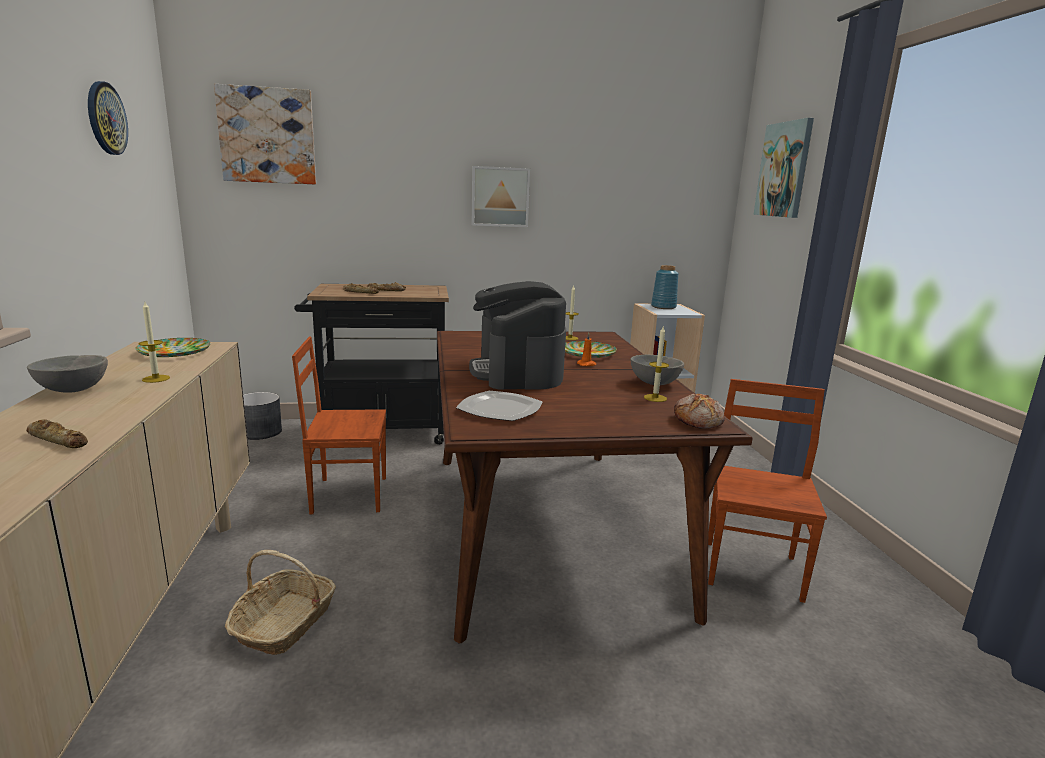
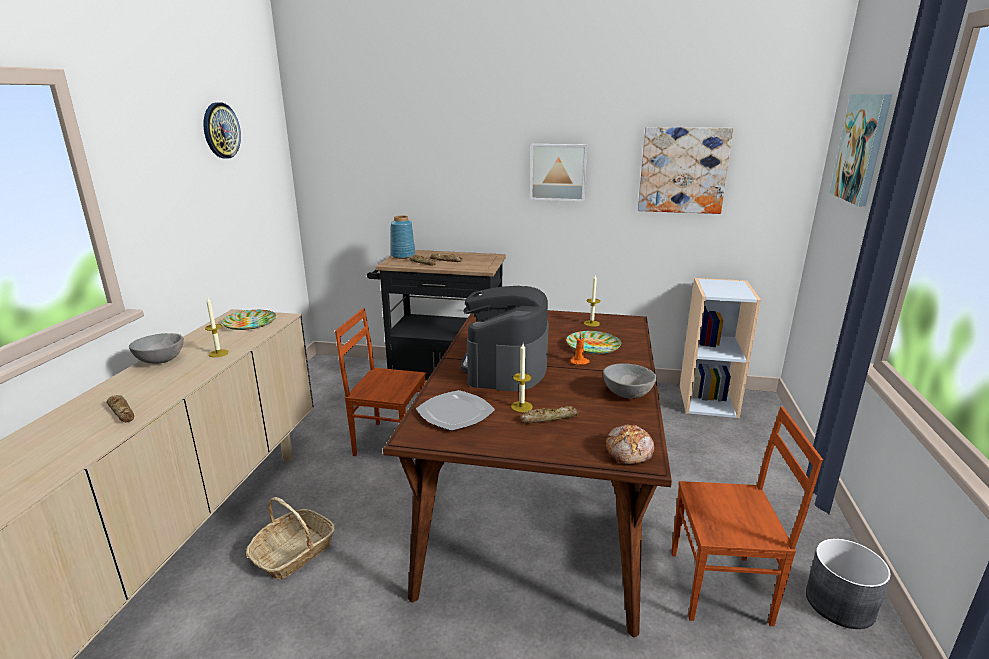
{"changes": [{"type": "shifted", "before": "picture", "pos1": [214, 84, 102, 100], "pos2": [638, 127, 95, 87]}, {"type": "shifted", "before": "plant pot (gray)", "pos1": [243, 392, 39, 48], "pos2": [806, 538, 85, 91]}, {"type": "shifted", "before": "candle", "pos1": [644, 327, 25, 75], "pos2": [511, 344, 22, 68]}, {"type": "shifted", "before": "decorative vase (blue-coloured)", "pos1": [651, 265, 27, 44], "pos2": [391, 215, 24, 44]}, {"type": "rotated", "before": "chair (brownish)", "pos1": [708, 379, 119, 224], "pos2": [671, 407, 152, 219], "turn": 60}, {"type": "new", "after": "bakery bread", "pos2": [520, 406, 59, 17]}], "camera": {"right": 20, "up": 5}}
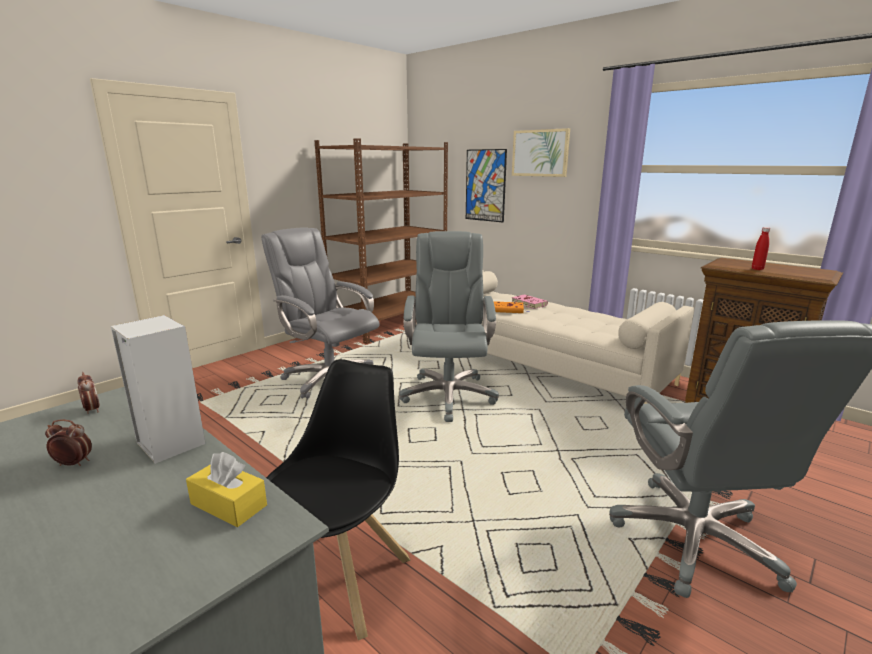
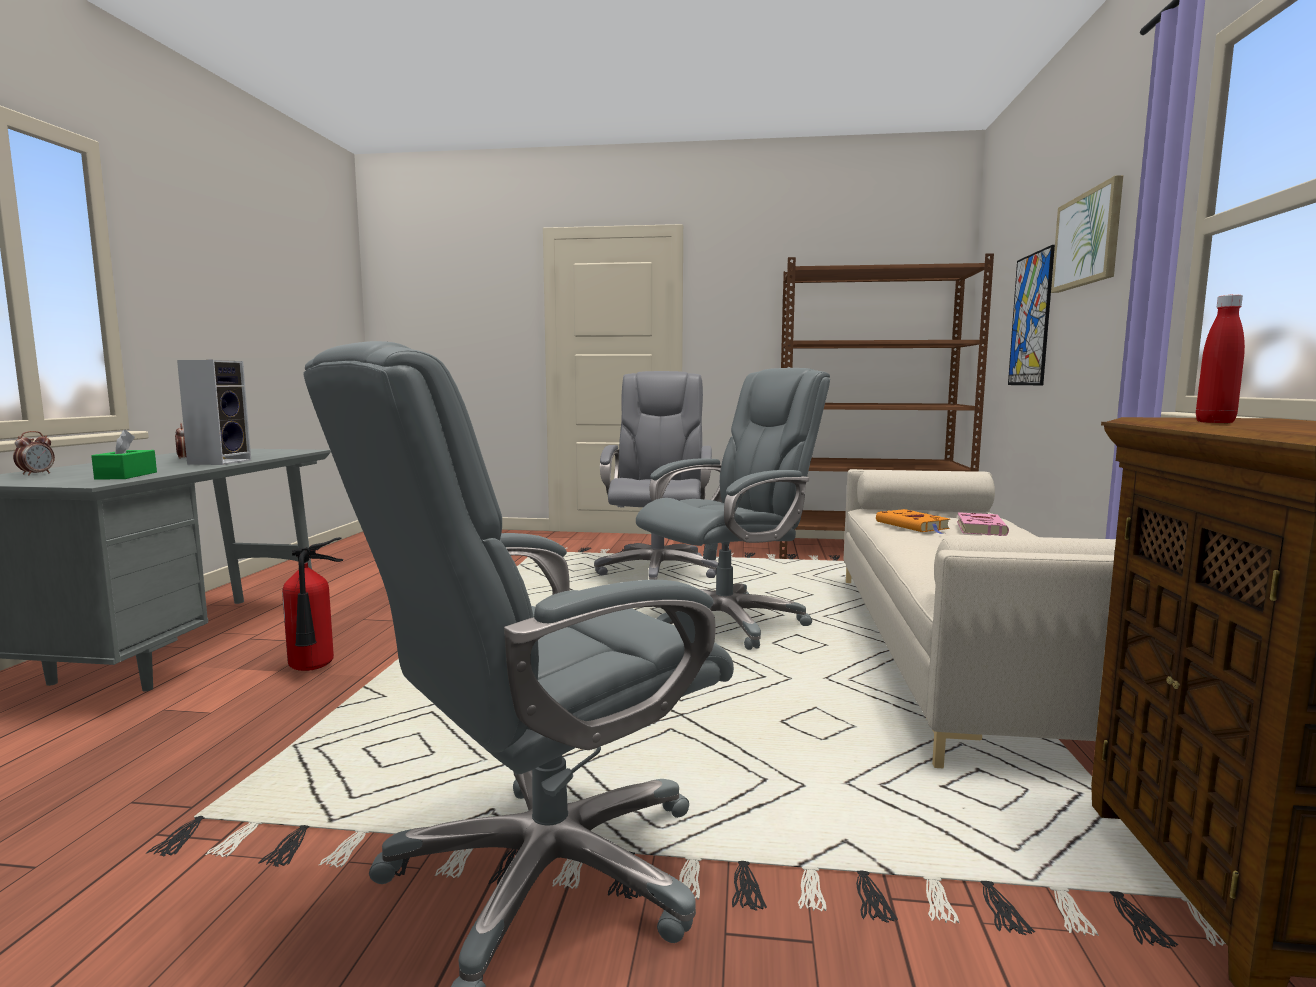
{"changes": [{"type": "shifted", "before": "alarm clock", "pos1": [77, 372, 23, 42], "pos2": [13, 431, 42, 44]}, {"type": "repainted", "before": "tissue holder (yellow-coloured)", "after": "tissue holder (green)", "pos1": [186, 452, 81, 75], "pos2": [91, 430, 66, 50]}, {"type": "swapped", "before": "chair (black-coloured)", "after": "fire extinguisher", "pos1": [266, 359, 145, 281], "pos2": [282, 537, 61, 134]}], "camera": {"right": 55, "up": -10}}
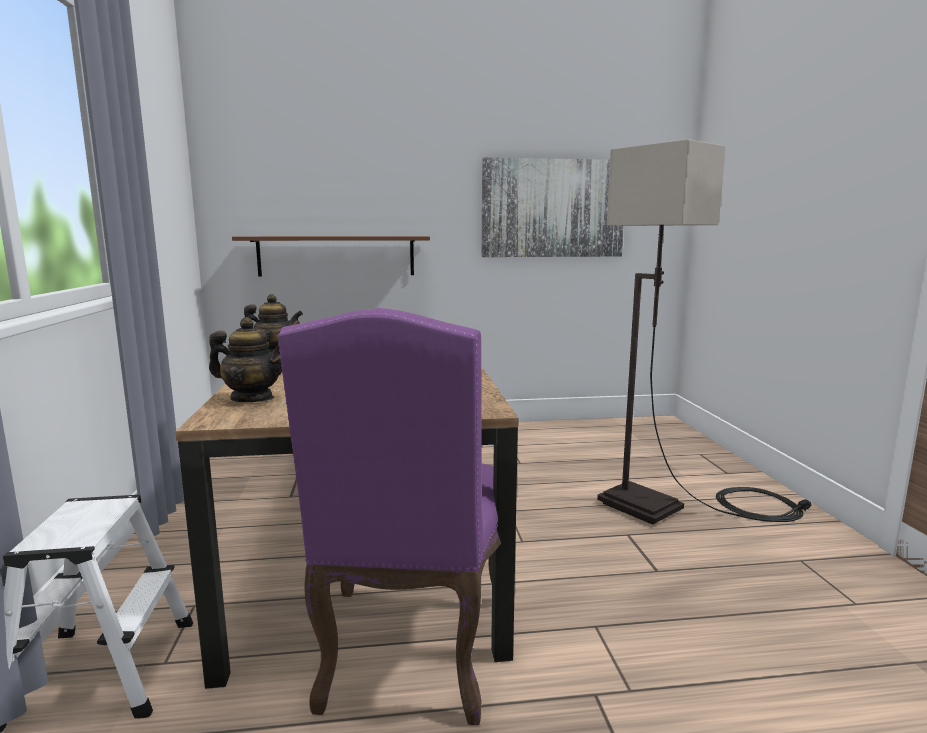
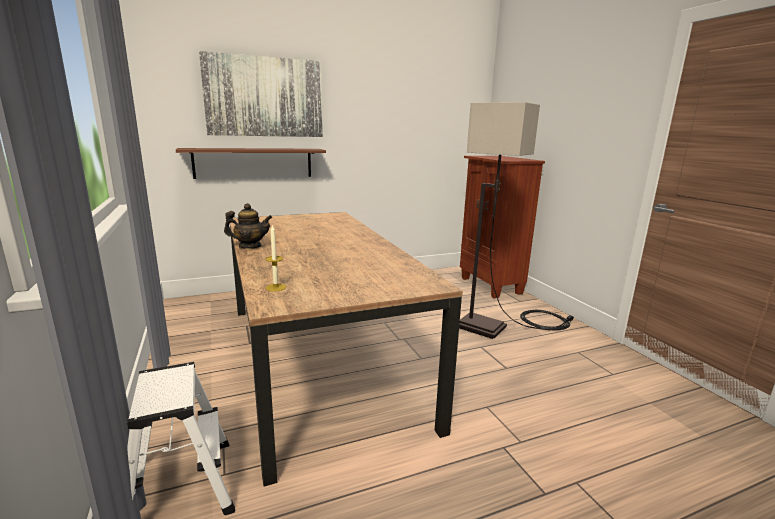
{"changes": [{"type": "swapped", "before": "pot for tea", "after": "candle", "pos1": [209, 317, 73, 85], "pos2": [265, 225, 21, 67]}, {"type": "gone", "before": "chair (purple-coloured)", "pos1": [277, 308, 224, 417]}, {"type": "shifted", "before": "picture", "pos1": [482, 158, 142, 99], "pos2": [199, 51, 124, 86]}, {"type": "new", "after": "storage cabinet (brownish)", "pos2": [460, 156, 85, 142]}], "camera": {"right": -15, "up": 5}}
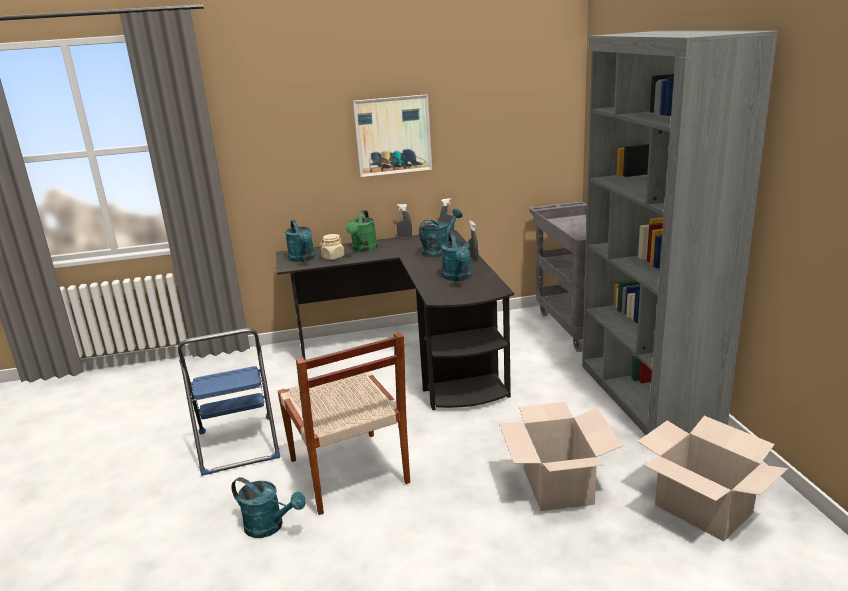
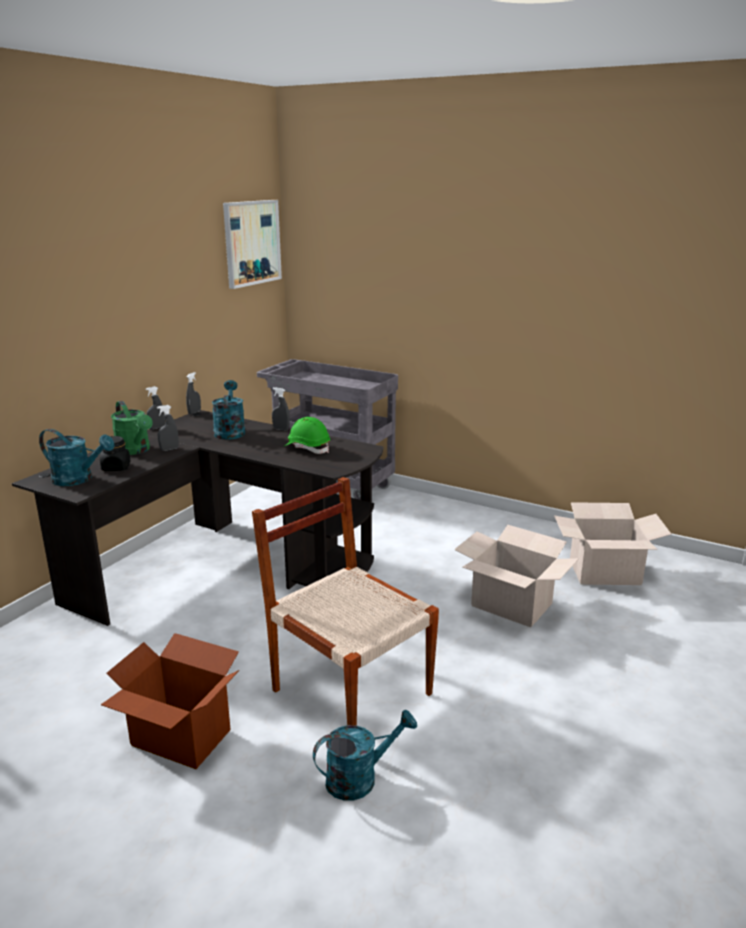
{"changes": [{"type": "swapped", "before": "stepladder (blue-coloured)", "after": "carton", "pos1": [178, 328, 102, 148], "pos2": [101, 633, 138, 136]}, {"type": "rotated", "before": "chair", "pos1": [278, 332, 132, 183], "pos2": [252, 477, 187, 249], "turn": -150}, {"type": "repainted", "before": "preserve jar (beige)", "after": "preserve jar (black-coloured)", "pos1": [320, 234, 25, 26], "pos2": [100, 436, 30, 35]}, {"type": "shifted", "before": "picture", "pos1": [353, 94, 79, 83], "pos2": [223, 200, 59, 89]}, {"type": "swapped", "before": "watering can (turquoise)", "after": "work helmet (green)", "pos1": [441, 233, 31, 48], "pos2": [285, 417, 45, 37]}, {"type": "gone", "before": "shelving unit (gray)", "pos1": [582, 31, 196, 404]}, {"type": "new", "after": "spray bottle (gray)", "pos2": [157, 405, 22, 46]}], "camera": {"right": -50, "up": 0}}
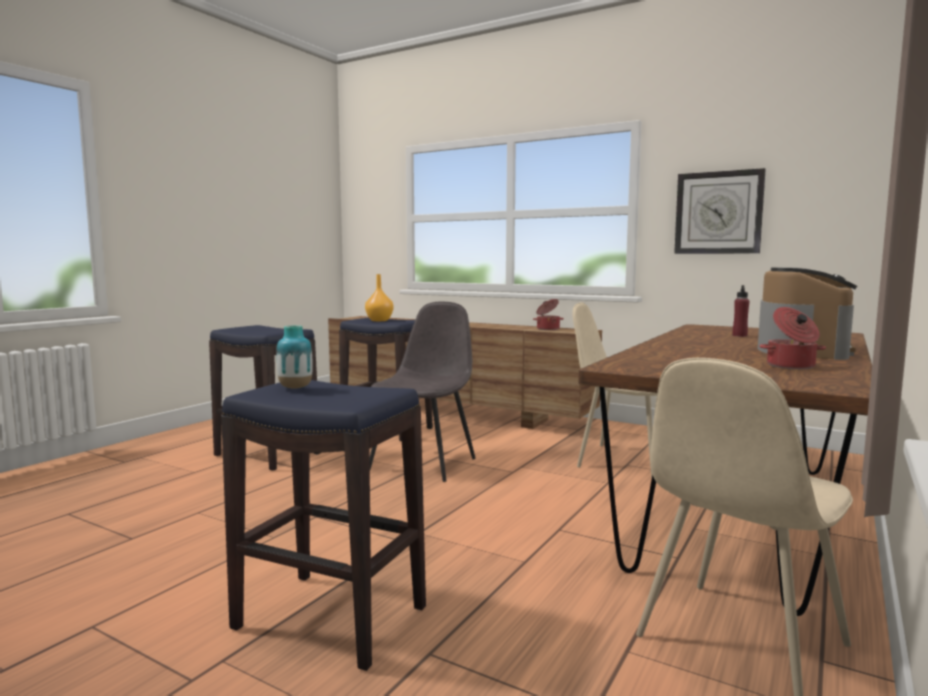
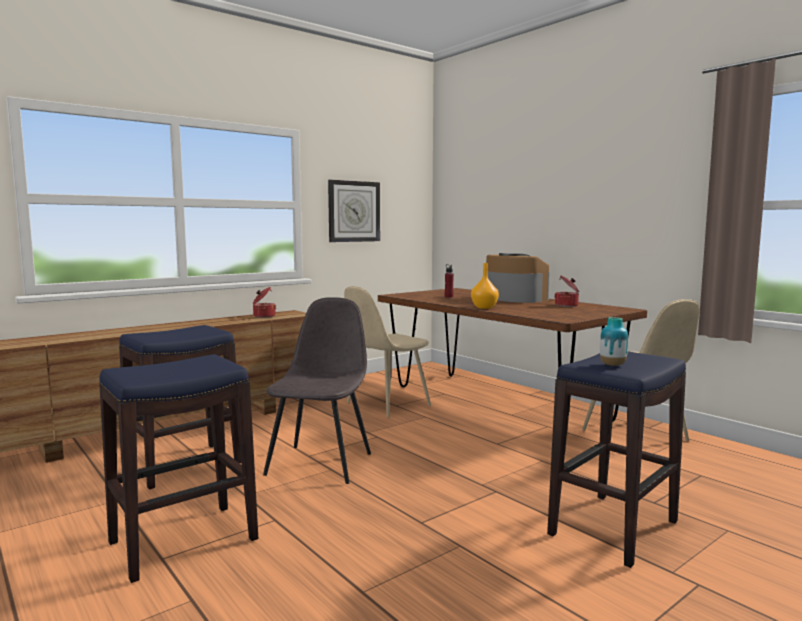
{"changes": [{"type": "shifted", "before": "decorative vase (orangey)", "pos1": [365, 274, 29, 47], "pos2": [471, 263, 28, 46]}, {"type": "rotated", "before": "chair (gray)", "pos1": [370, 302, 106, 180], "pos2": [263, 297, 108, 187], "turn": 60}], "camera": {"right": -70, "up": 0}}
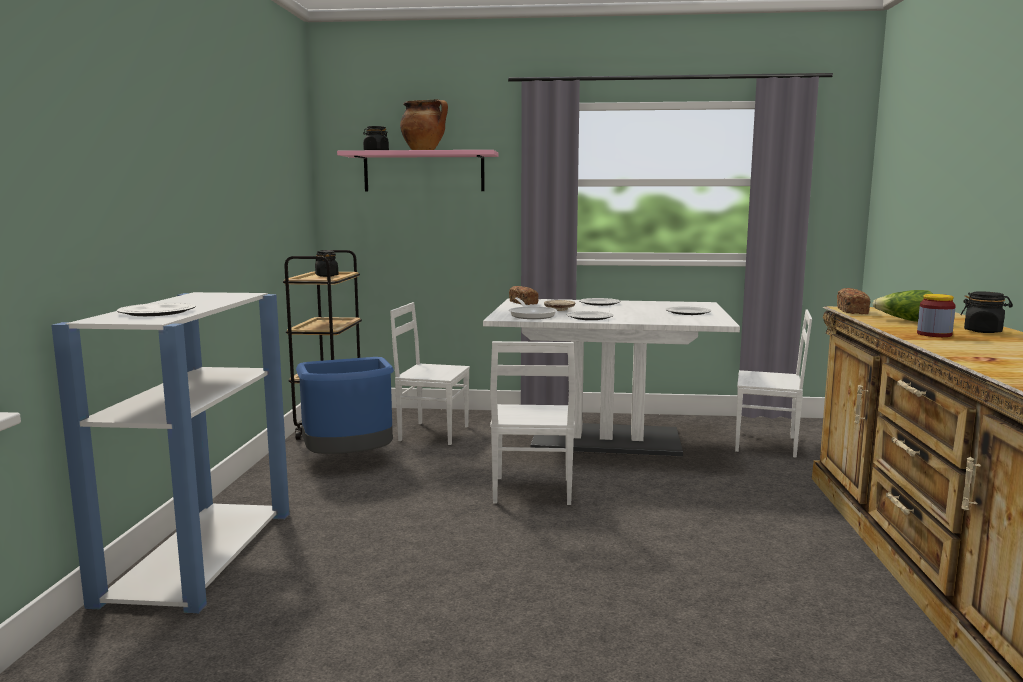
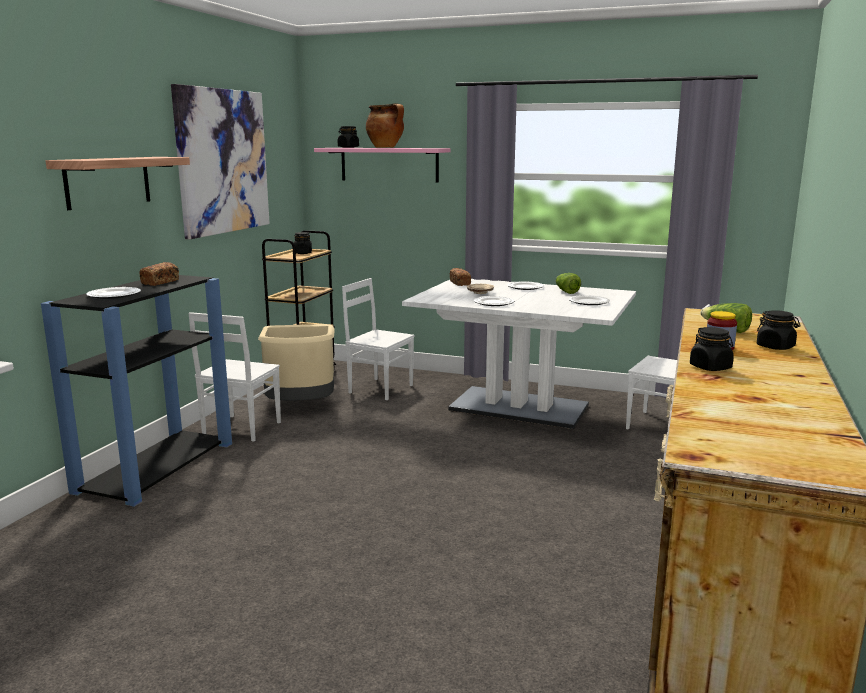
{"changes": [{"type": "repainted", "before": "shelving unit (whitish)", "after": "shelving unit (black-coloured)", "pos1": [51, 292, 239, 321], "pos2": [41, 275, 191, 232]}, {"type": "repainted", "before": "waste bin (blue-coloured)", "after": "waste bin (beige)", "pos1": [296, 357, 98, 97], "pos2": [258, 324, 77, 77]}, {"type": "shifted", "before": "chair (whitish)", "pos1": [490, 341, 86, 164], "pos2": [188, 312, 93, 129]}, {"type": "gone", "before": "frying pan", "pos1": [509, 297, 48, 22]}, {"type": "shifted", "before": "bakery bread", "pos1": [837, 288, 33, 26], "pos2": [139, 262, 40, 24]}, {"type": "new", "after": "bracket shelf", "pos2": [46, 157, 144, 53]}, {"type": "new", "after": "picture", "pos2": [171, 84, 99, 156]}, {"type": "new", "after": "lettuce", "pos2": [556, 273, 25, 21]}, {"type": "new", "after": "preserve jar (black-coloured)", "pos2": [690, 327, 44, 44]}], "camera": {"right": 15, "up": 5}}
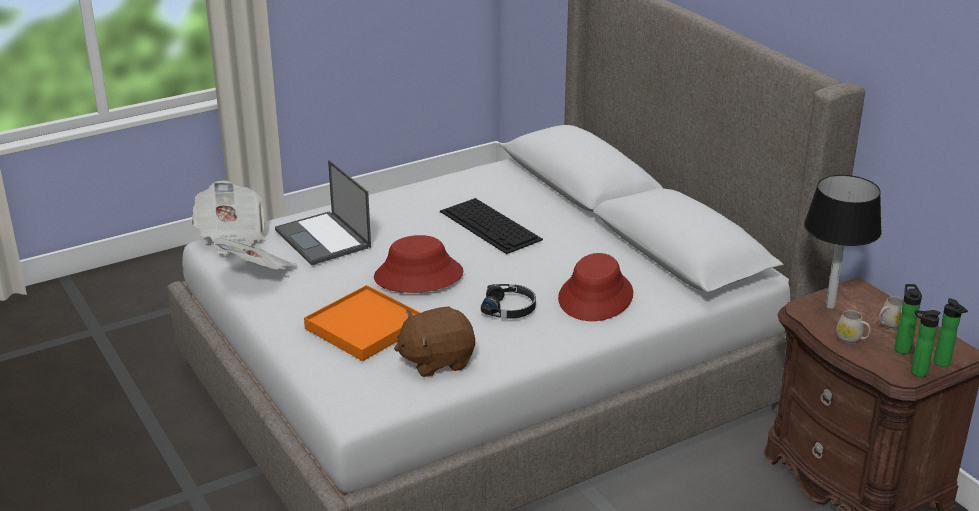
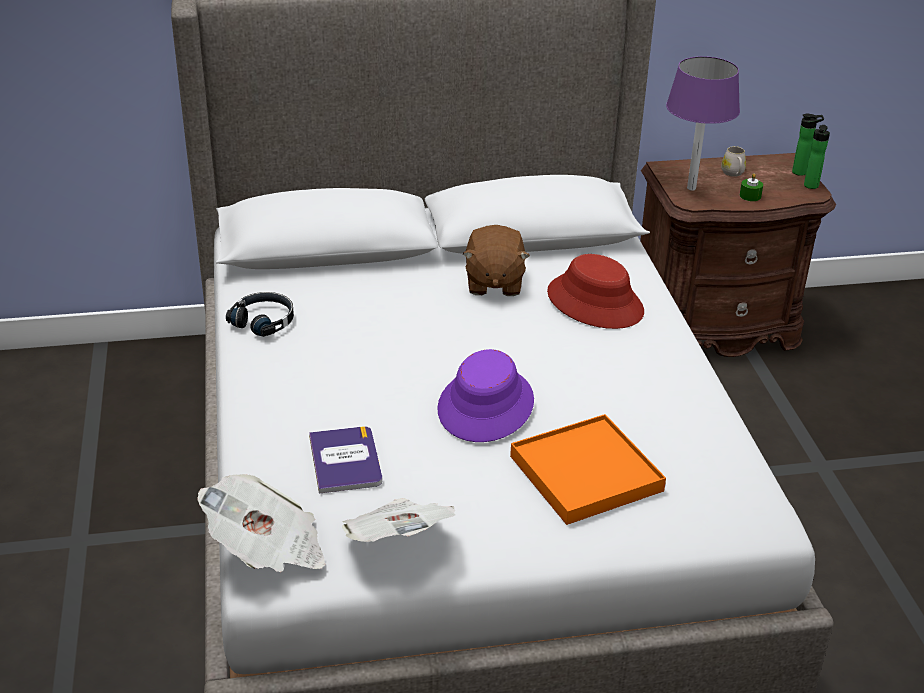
{"changes": [{"type": "swapped", "before": "notebook computer", "after": "book", "pos1": [275, 160, 96, 105], "pos2": [309, 426, 73, 68]}, {"type": "repainted", "before": "clothing hat (red)", "after": "clothing hat (purple-coloured)", "pos1": [374, 235, 90, 58], "pos2": [437, 349, 97, 93]}, {"type": "shifted", "before": "cuddly toy (brownish)", "pos1": [394, 306, 81, 71], "pos2": [463, 225, 67, 71]}, {"type": "gone", "before": "computer keyboard", "pos1": [440, 198, 103, 56]}, {"type": "shifted", "before": "headset (black-coloured)", "pos1": [481, 284, 55, 35], "pos2": [226, 292, 68, 45]}, {"type": "repainted", "before": "tabletop lamp (black-coloured)", "after": "tabletop lamp (purple-coloured)", "pos1": [804, 175, 78, 134], "pos2": [666, 56, 74, 135]}, {"type": "swapped", "before": "mug (whitish)", "after": "candle (green)", "pos1": [836, 310, 35, 34], "pos2": [740, 173, 23, 28]}, {"type": "gone", "before": "bottle", "pos1": [894, 284, 28, 70]}], "camera": {"right": -70, "up": 5}}
